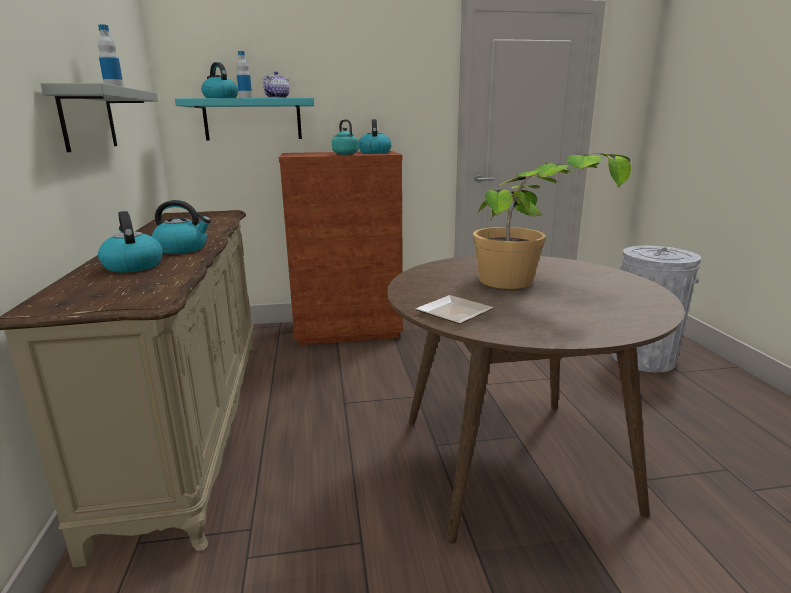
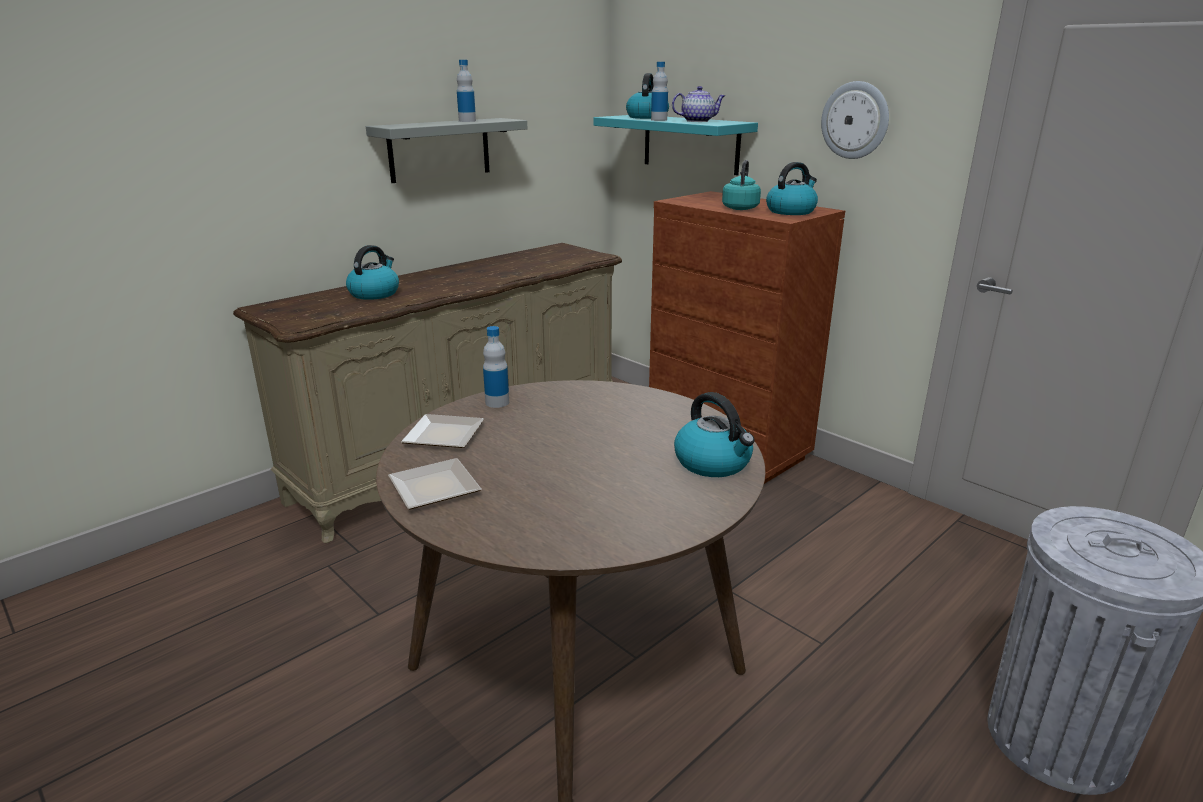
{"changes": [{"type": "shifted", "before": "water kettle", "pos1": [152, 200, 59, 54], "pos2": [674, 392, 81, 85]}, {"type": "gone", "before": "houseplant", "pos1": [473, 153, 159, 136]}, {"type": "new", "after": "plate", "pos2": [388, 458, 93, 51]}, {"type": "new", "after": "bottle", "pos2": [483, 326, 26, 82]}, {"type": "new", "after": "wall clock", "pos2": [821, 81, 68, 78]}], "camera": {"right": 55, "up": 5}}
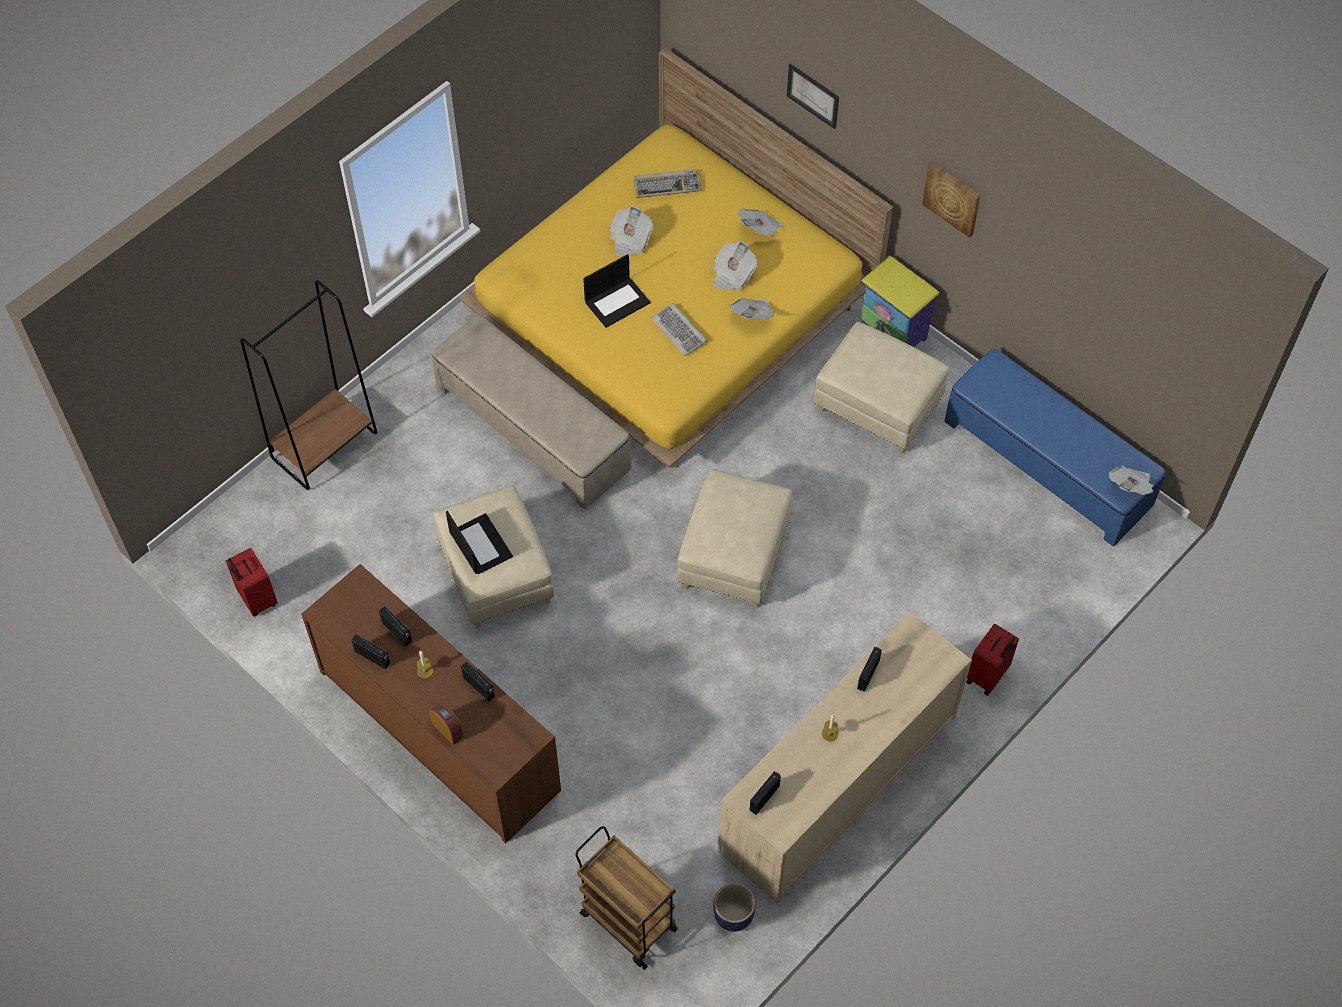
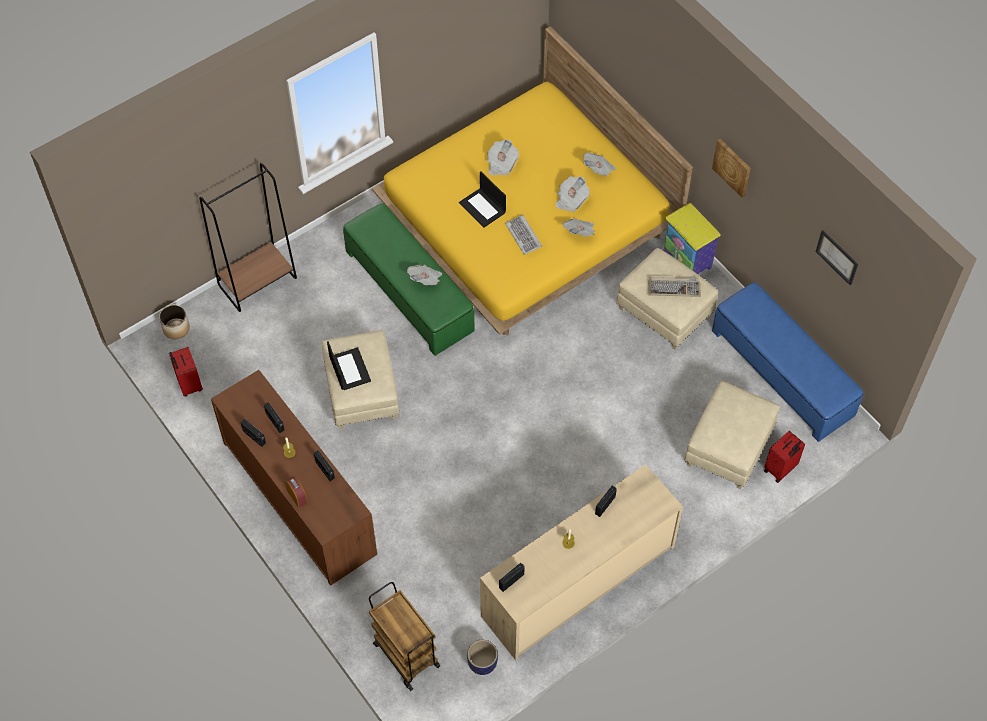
{"changes": [{"type": "repainted", "before": "long seat (beige)", "after": "long seat (green)", "pos1": [432, 315, 200, 194], "pos2": [343, 203, 132, 153]}, {"type": "rotated", "before": "notebook computer", "pos1": [583, 254, 67, 74], "pos2": [459, 172, 47, 55], "turn": 75}, {"type": "shifted", "before": "computer keyboard", "pos1": [633, 169, 69, 29], "pos2": [648, 277, 53, 20]}, {"type": "shifted", "before": "footrest (beige)", "pos1": [677, 469, 115, 139], "pos2": [684, 381, 96, 108]}, {"type": "shifted", "before": "picture", "pos1": [787, 64, 52, 65], "pos2": [815, 230, 43, 56]}, {"type": "shifted", "before": "piece of luggage (red)", "pos1": [966, 624, 53, 71], "pos2": [764, 431, 41, 52]}, {"type": "shifted", "before": "newspaper", "pos1": [1108, 466, 46, 29], "pos2": [407, 265, 35, 20]}, {"type": "new", "after": "plant pot", "pos2": [159, 305, 31, 34]}], "camera": {"right": 10, "up": 0}}
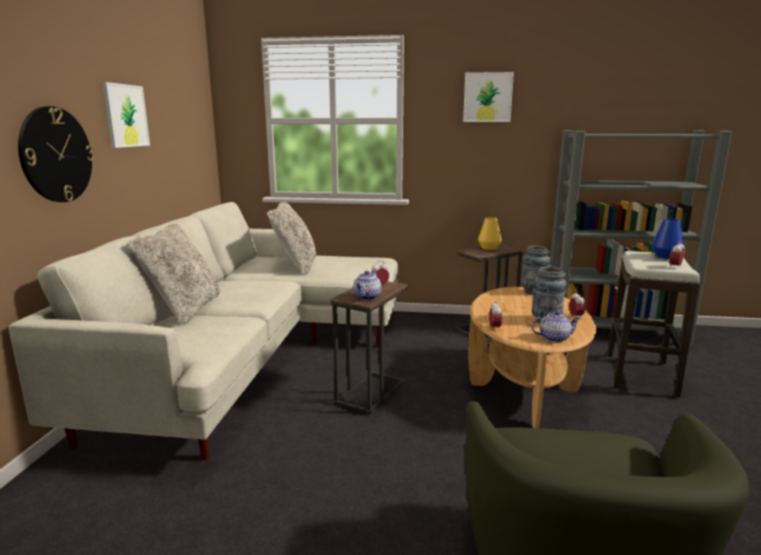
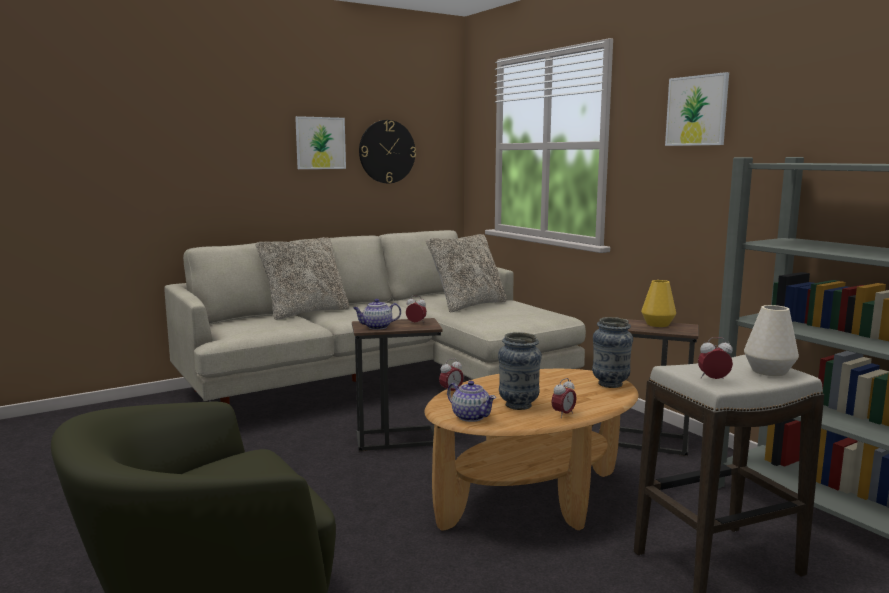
{"changes": [{"type": "shifted", "before": "wall clock", "pos1": [18, 106, 76, 96], "pos2": [359, 120, 57, 63]}, {"type": "repainted", "before": "decorative vase (blue-coloured)", "after": "decorative vase (whitish)", "pos1": [652, 218, 32, 41], "pos2": [744, 305, 55, 71]}], "camera": {"right": 50, "up": -5}}
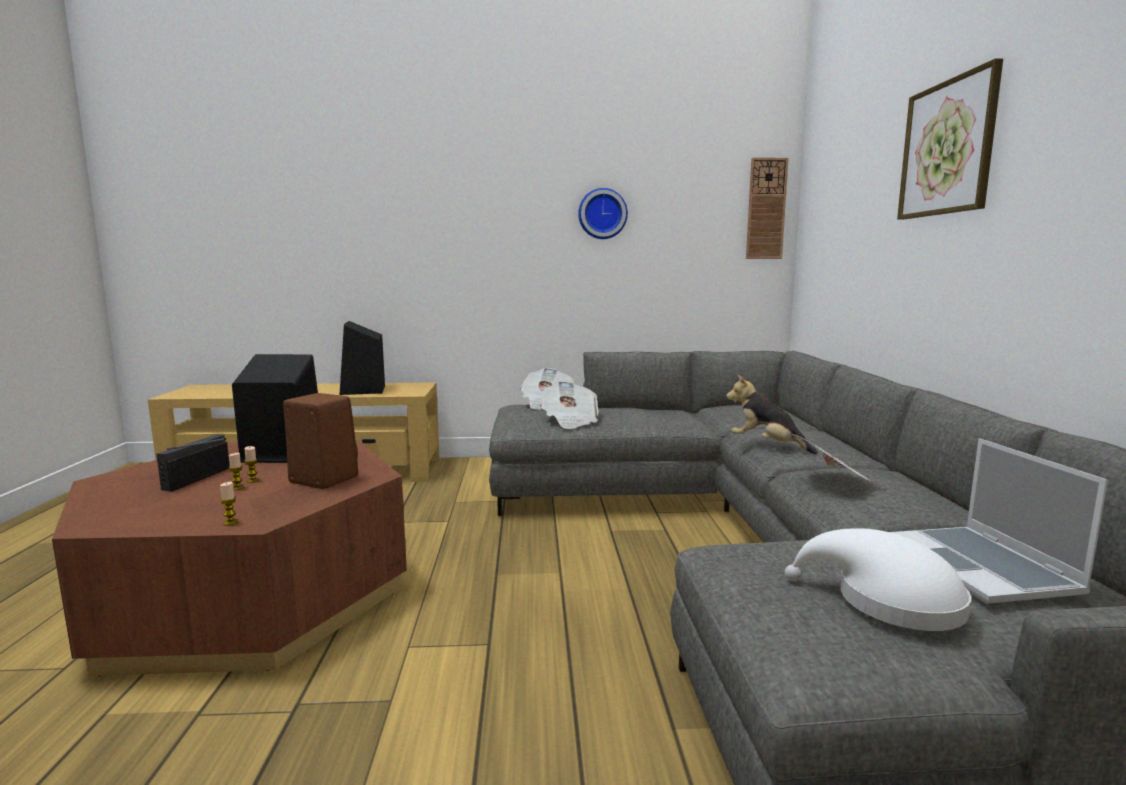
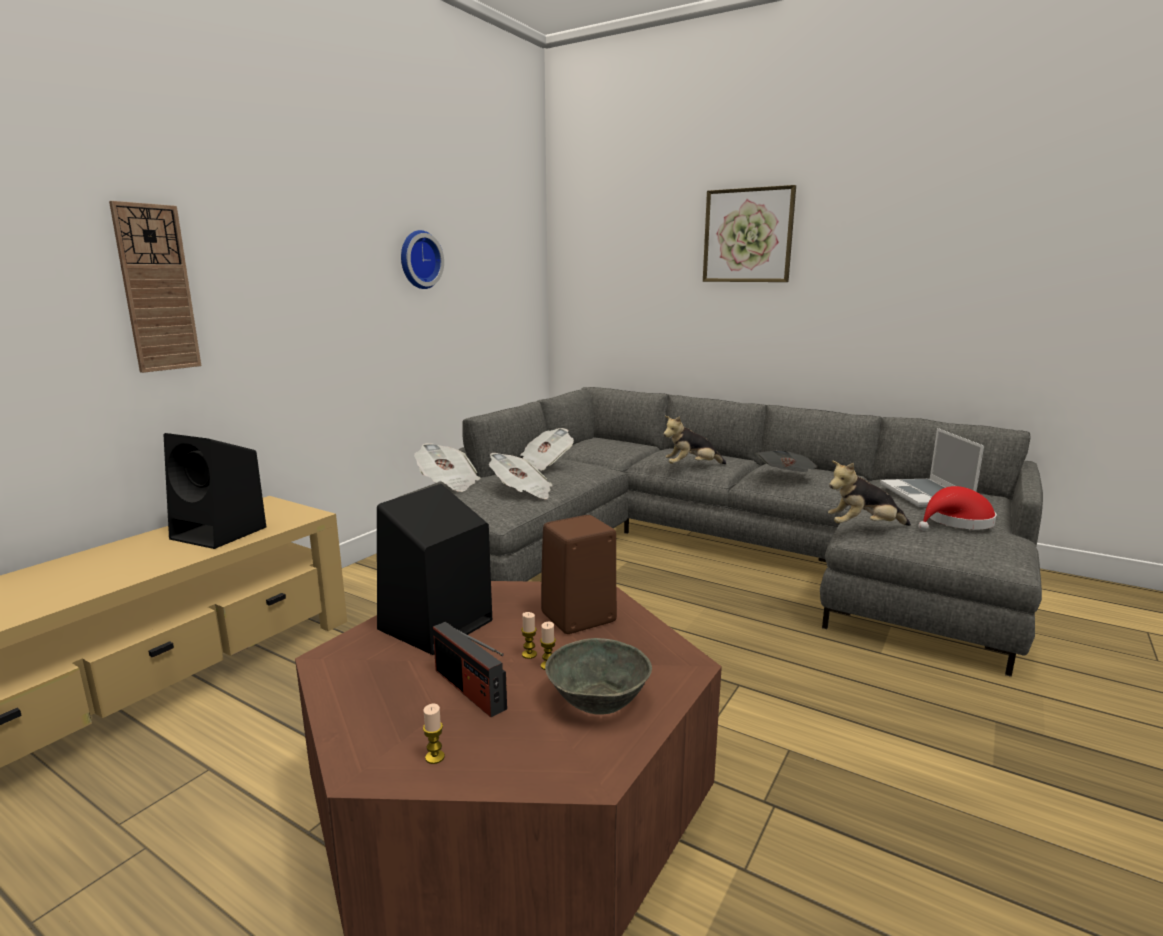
{"changes": [{"type": "shifted", "before": "candle", "pos1": [220, 482, 19, 44], "pos2": [423, 704, 22, 60]}, {"type": "shifted", "before": "wall clock", "pos1": [746, 158, 43, 101], "pos2": [109, 201, 92, 172]}, {"type": "repainted", "before": "clothing hat (whitish)", "after": "clothing hat (red)", "pos1": [784, 528, 187, 103], "pos2": [918, 486, 79, 45]}, {"type": "rotated", "before": "notebook computer", "pos1": [890, 438, 218, 166], "pos2": [880, 428, 104, 79], "turn": 60}, {"type": "new", "after": "newspaper", "pos2": [520, 428, 54, 43]}, {"type": "new", "after": "bowl (gray)", "pos2": [545, 638, 107, 77]}, {"type": "new", "after": "cuddly toy", "pos2": [828, 460, 83, 66]}], "camera": {"right": -55, "up": 5}}
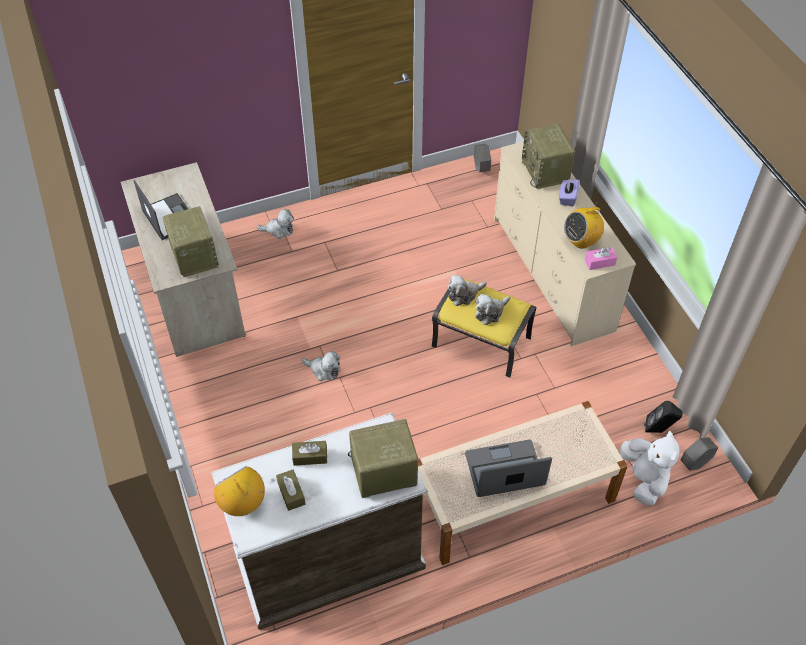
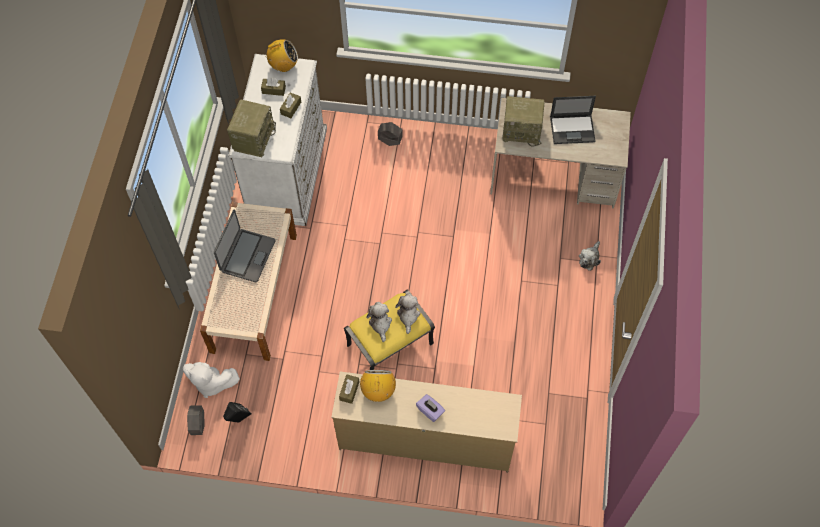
{"changes": [{"type": "gone", "before": "cuddly toy", "pos1": [302, 351, 39, 30]}, {"type": "shifted", "before": "plant pot (gray)", "pos1": [474, 144, 17, 28], "pos2": [378, 122, 25, 24]}, {"type": "gone", "before": "radio receiver", "pos1": [522, 124, 53, 65]}, {"type": "repainted", "before": "tissue holder (pink)", "after": "tissue holder (brownish)", "pos1": [585, 247, 32, 23], "pos2": [339, 374, 20, 30]}], "camera": {"right": 120, "up": 10}}
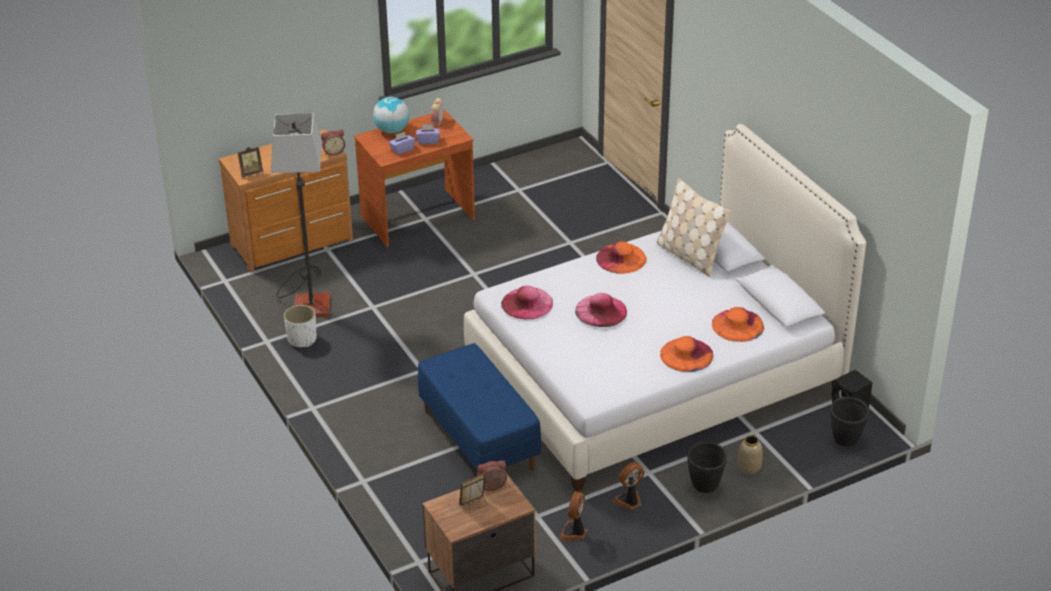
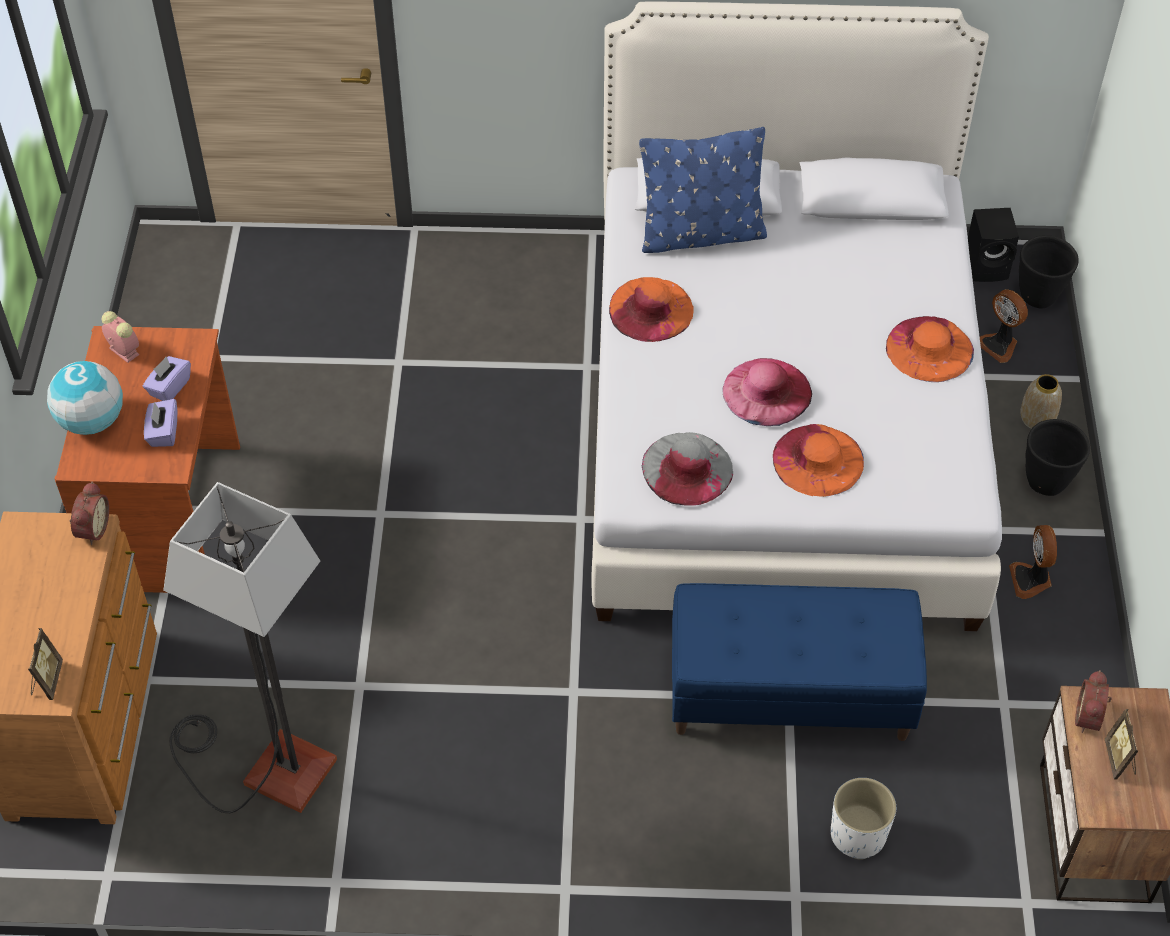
{"changes": [{"type": "shifted", "before": "plant pot (whitish)", "pos1": [284, 305, 33, 42], "pos2": [831, 778, 65, 82]}, {"type": "repainted", "before": "clothing hat (pink)", "after": "clothing hat (gray)", "pos1": [501, 286, 52, 33], "pos2": [642, 432, 91, 74]}, {"type": "shifted", "before": "electric fan", "pos1": [559, 492, 28, 48], "pos2": [980, 289, 48, 74]}, {"type": "repainted", "before": "cushion (beige)", "after": "cushion (blue-coloured)", "pos1": [657, 178, 74, 99], "pos2": [639, 127, 128, 126]}, {"type": "shifted", "before": "clothing hat (orangey)", "pos1": [712, 307, 52, 35], "pos2": [773, 424, 91, 73]}], "camera": {"right": -60, "up": 15}}
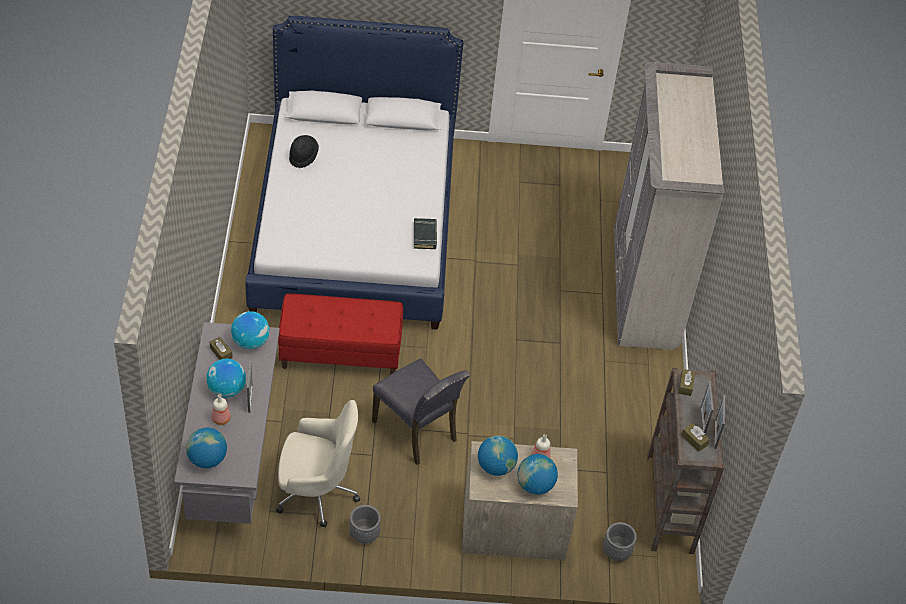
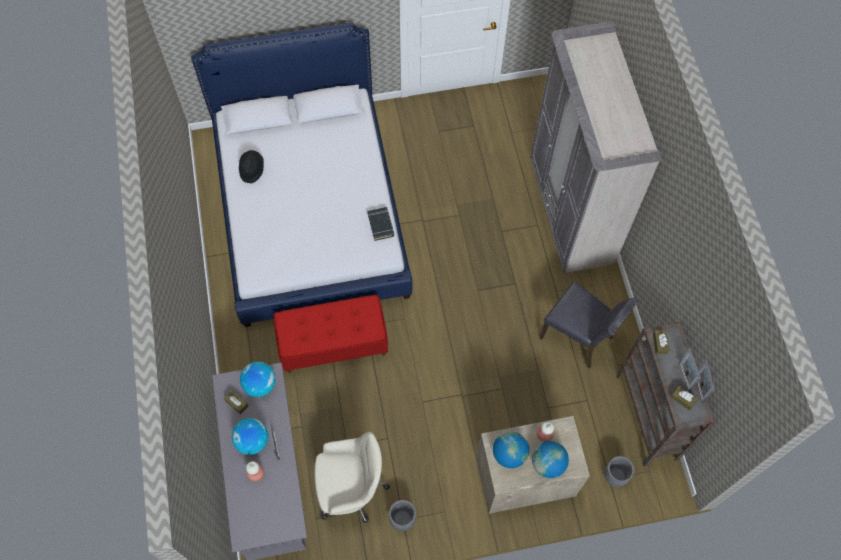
{"changes": [{"type": "gone", "before": "desk globe", "pos1": [186, 428, 41, 40]}, {"type": "shifted", "before": "chair (gray)", "pos1": [372, 358, 98, 107], "pos2": [539, 281, 100, 88]}], "camera": {"right": -10, "up": 15}}
